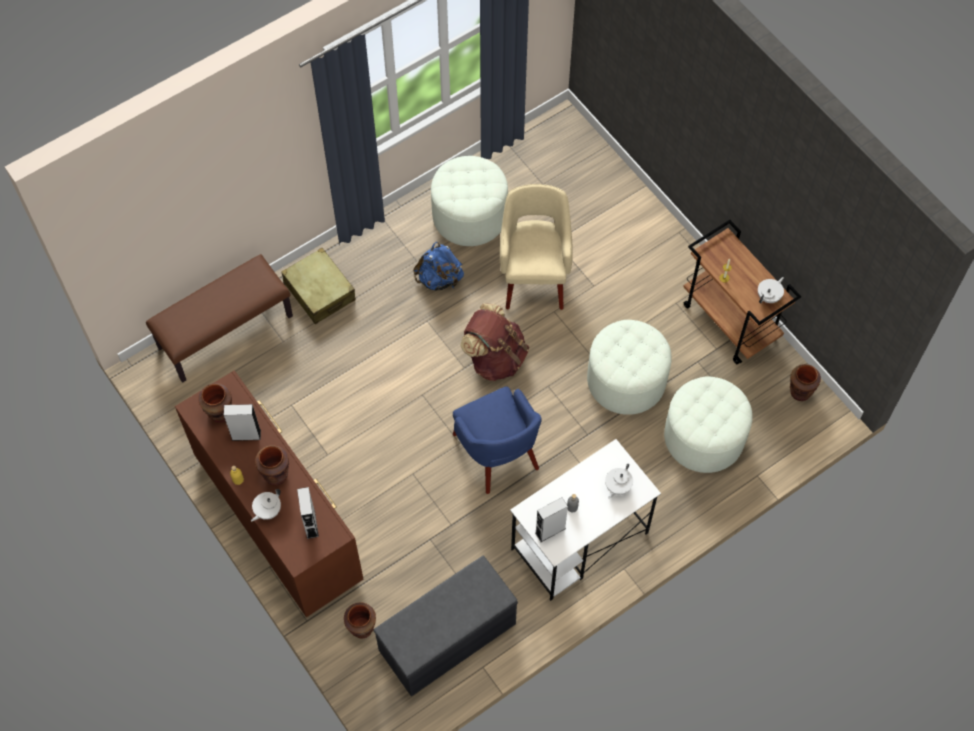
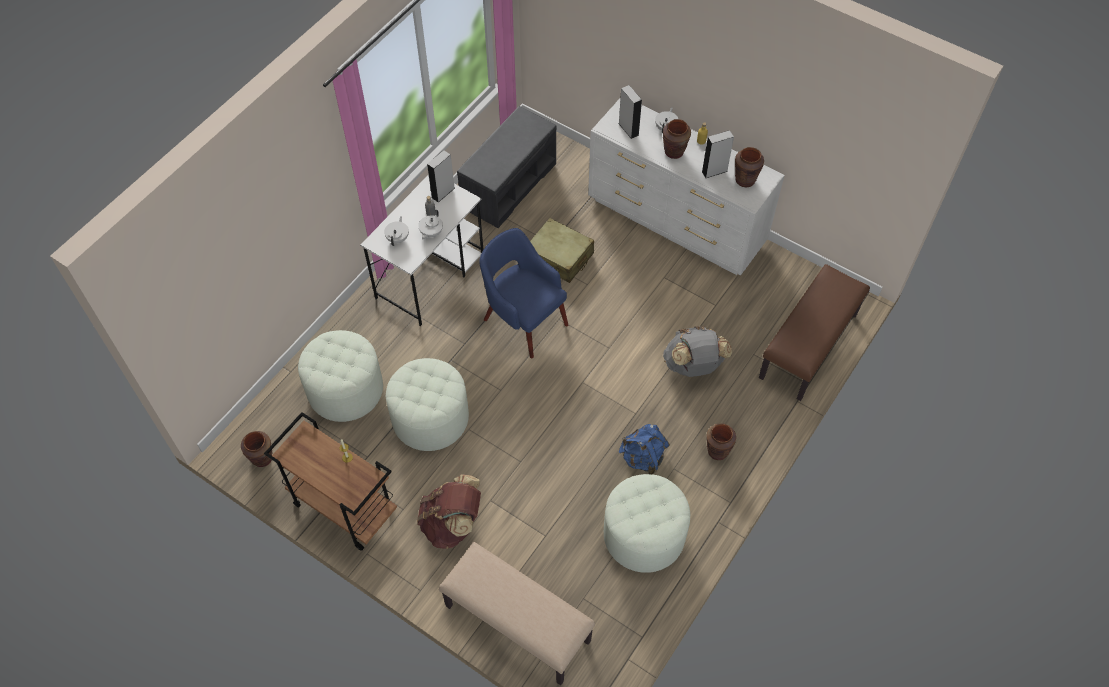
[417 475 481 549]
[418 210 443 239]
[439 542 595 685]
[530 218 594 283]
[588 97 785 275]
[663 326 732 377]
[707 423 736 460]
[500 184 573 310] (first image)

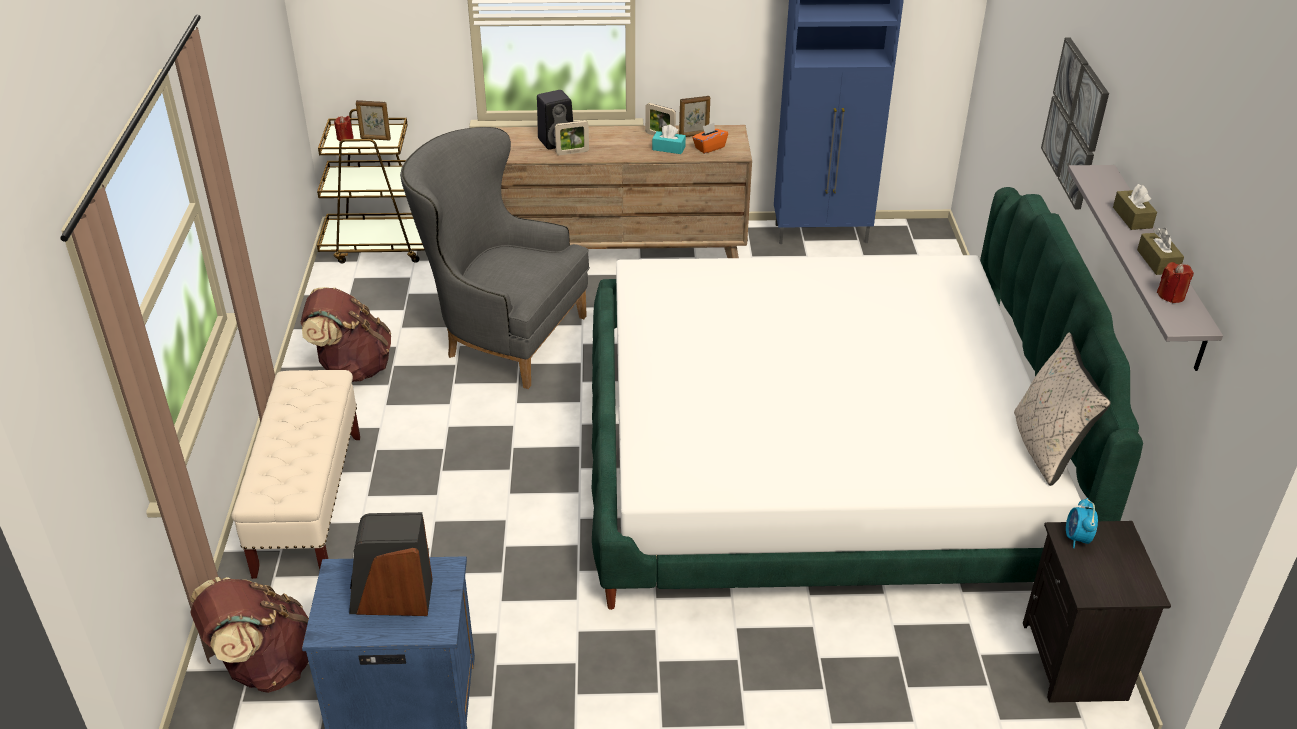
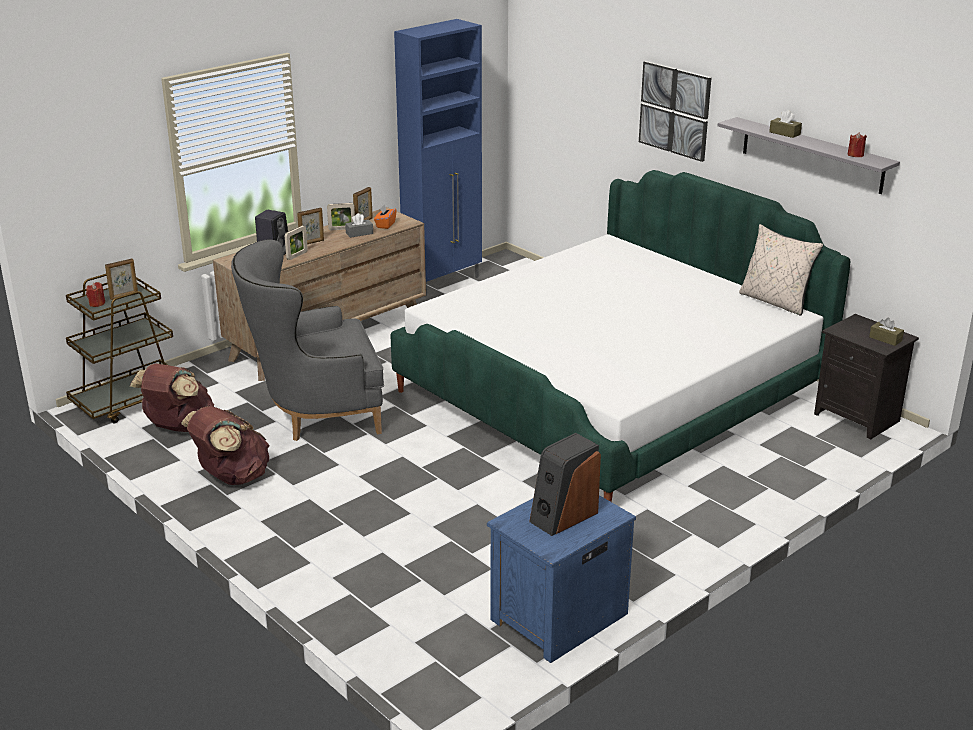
[130 363 214 432]
[297 208 324 244]
[345 213 373 238]
[869 318 904 346]
[231 370 360 579] (first image)
[1066 498 1098 548] (first image)

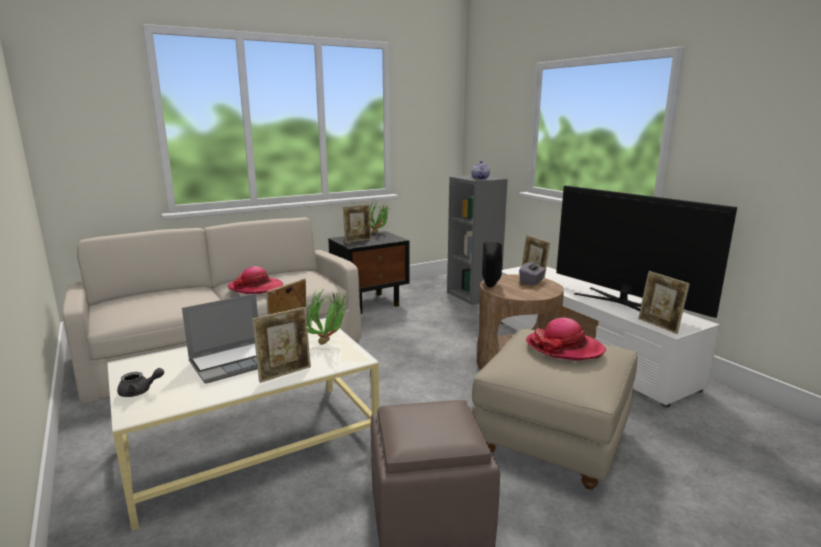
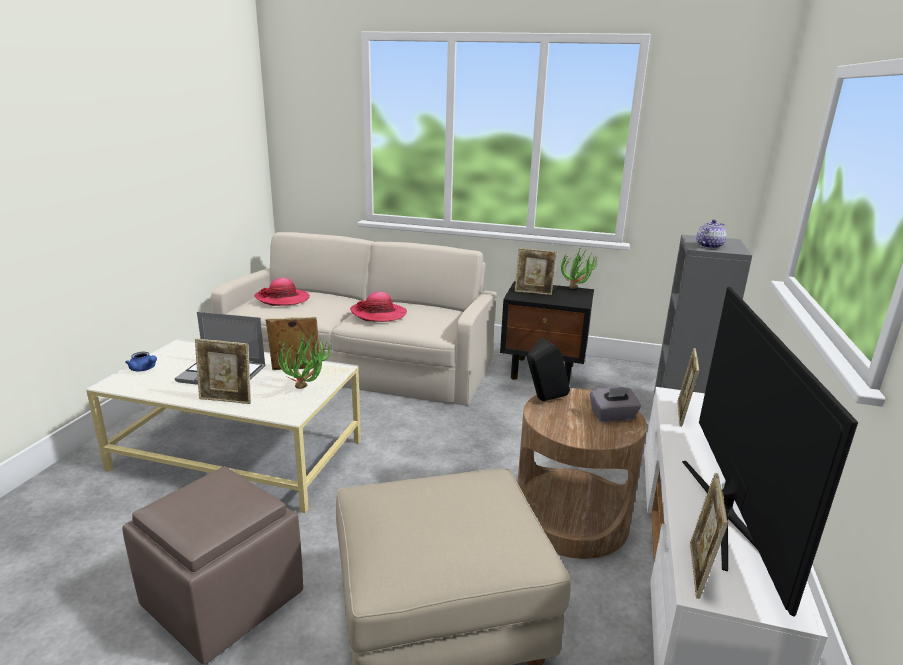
[125 352 157 371]
[254 278 310 306]

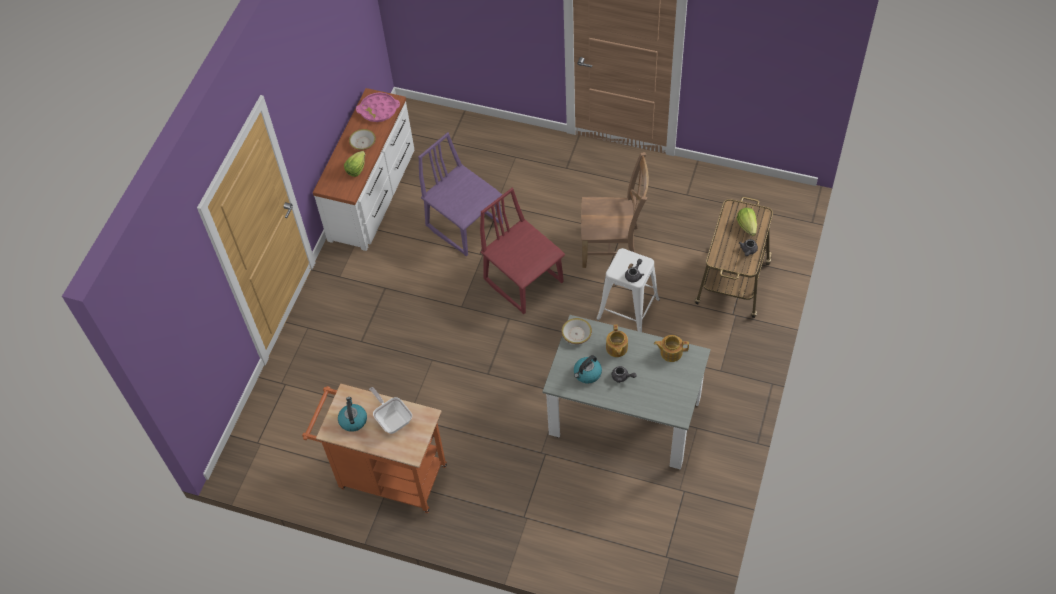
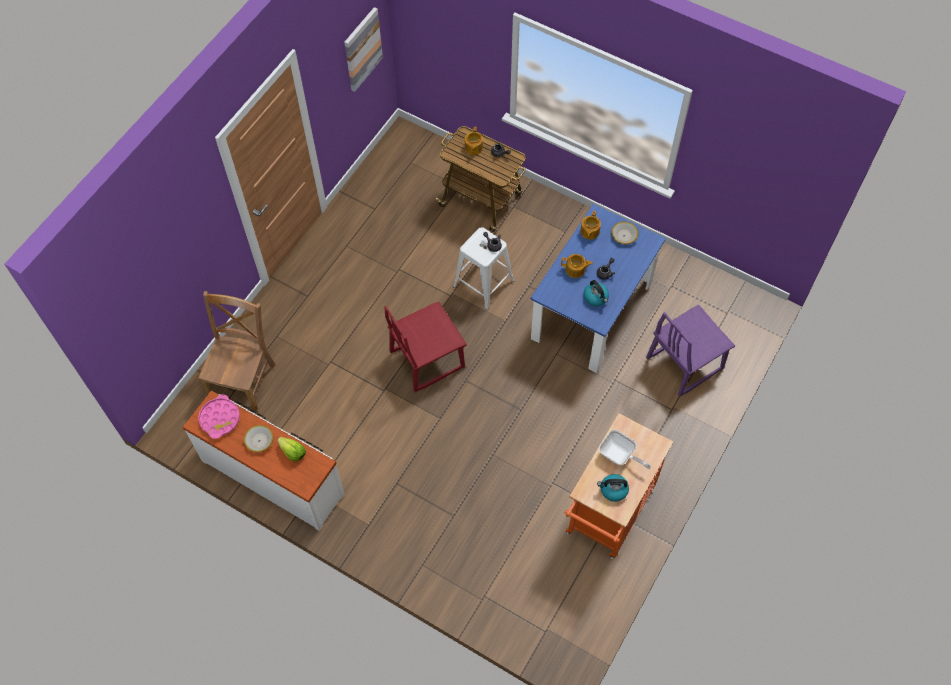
[198 291 276 411]
[344 7 383 92]
[465 127 483 155]
[530 204 666 373]
[599 430 651 469]
[611 221 638 244]
[646 305 735 397]

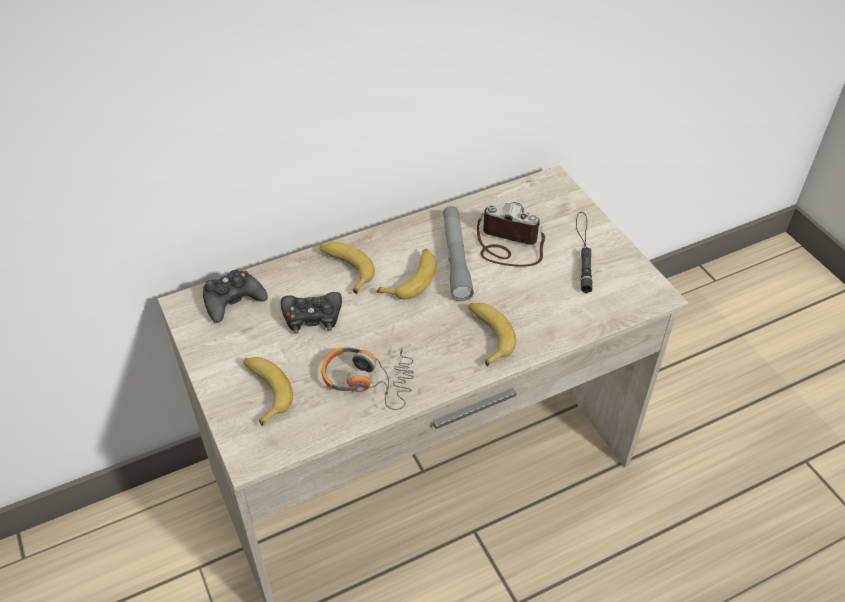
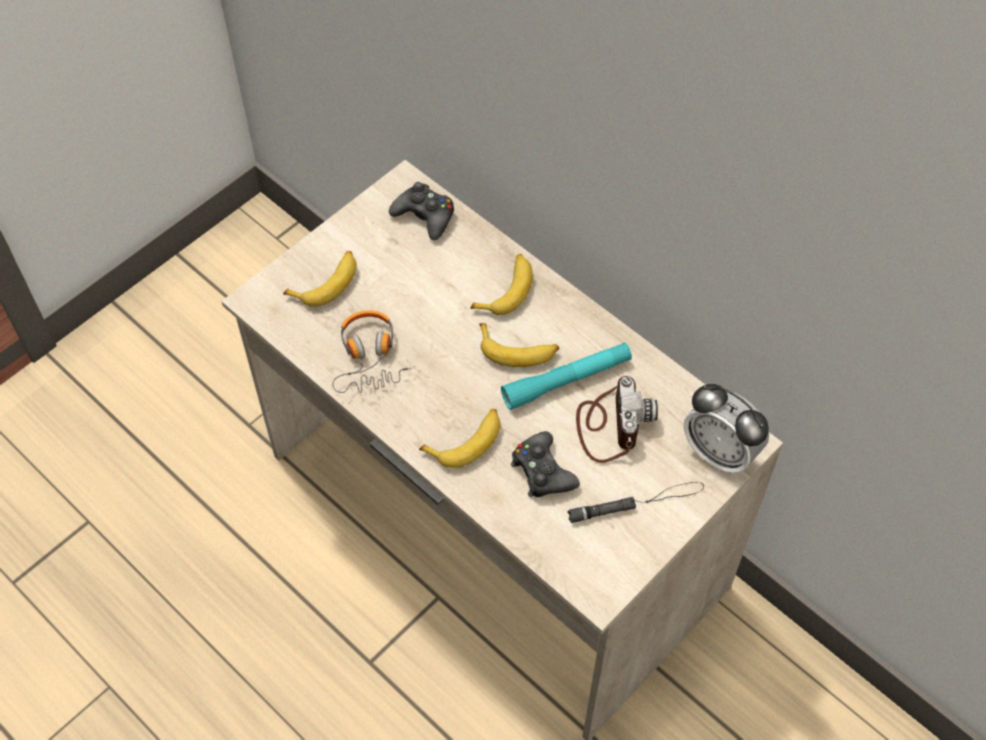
[501 342 632 410]
[511 431 580 497]
[684 384 769 475]

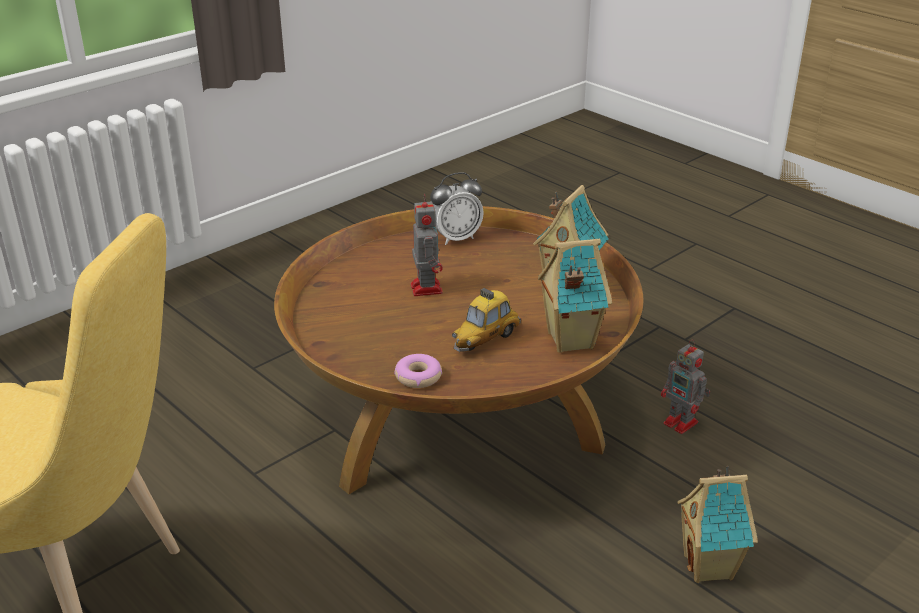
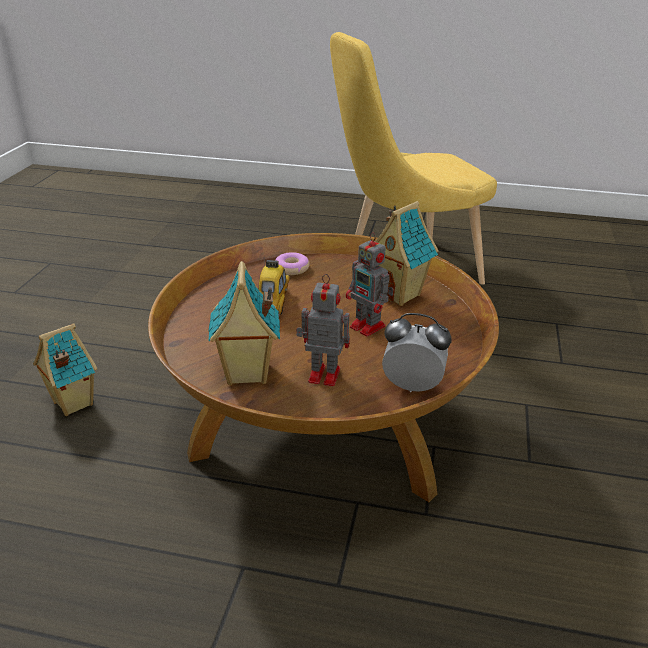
[296 274 350 386]
[375 201 439 306]
[382 313 451 392]

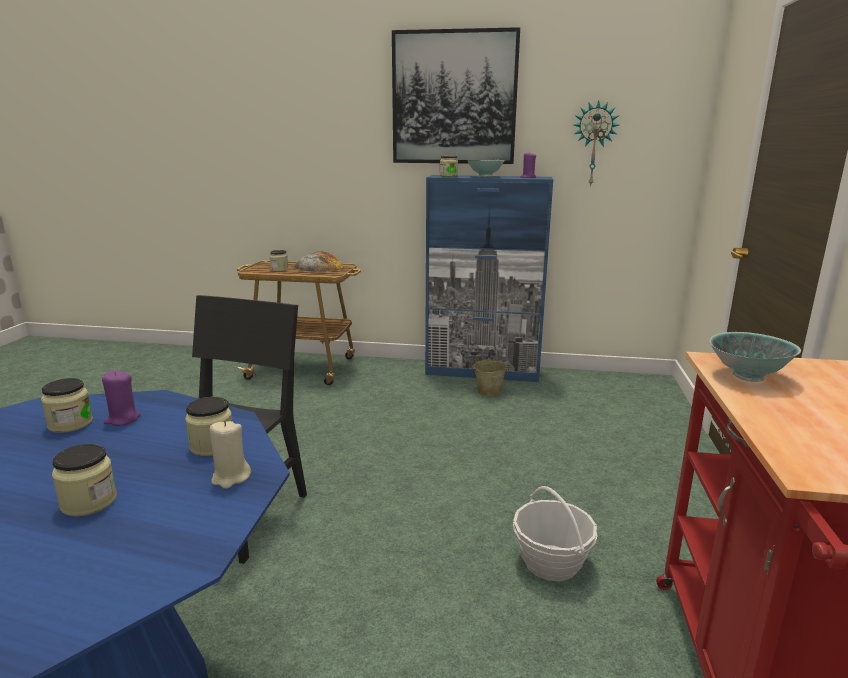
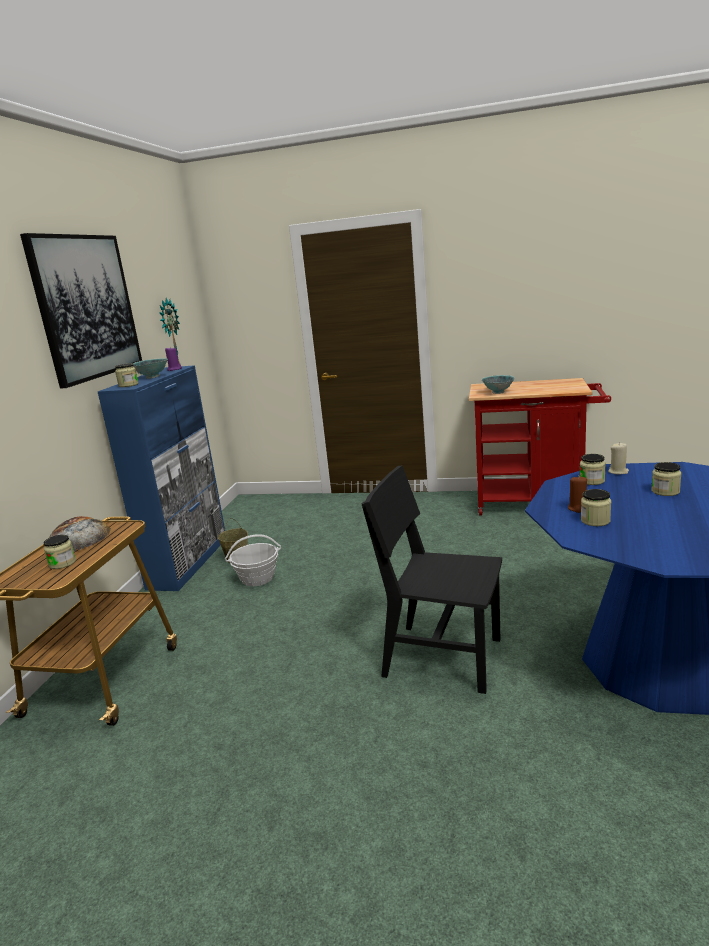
[225 534 281 586]
[568 476 587 513]

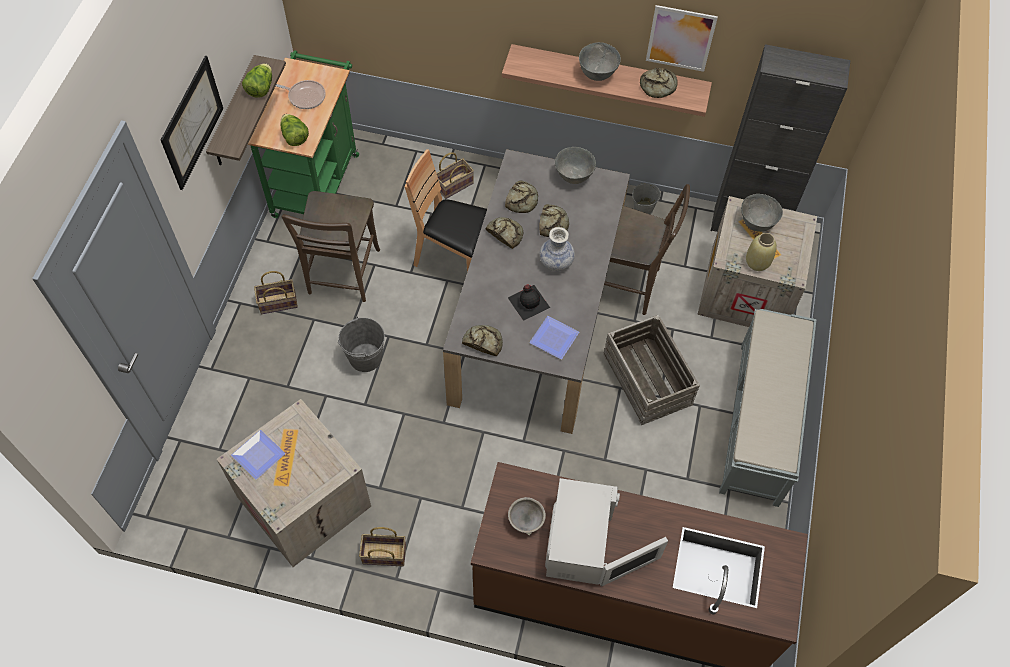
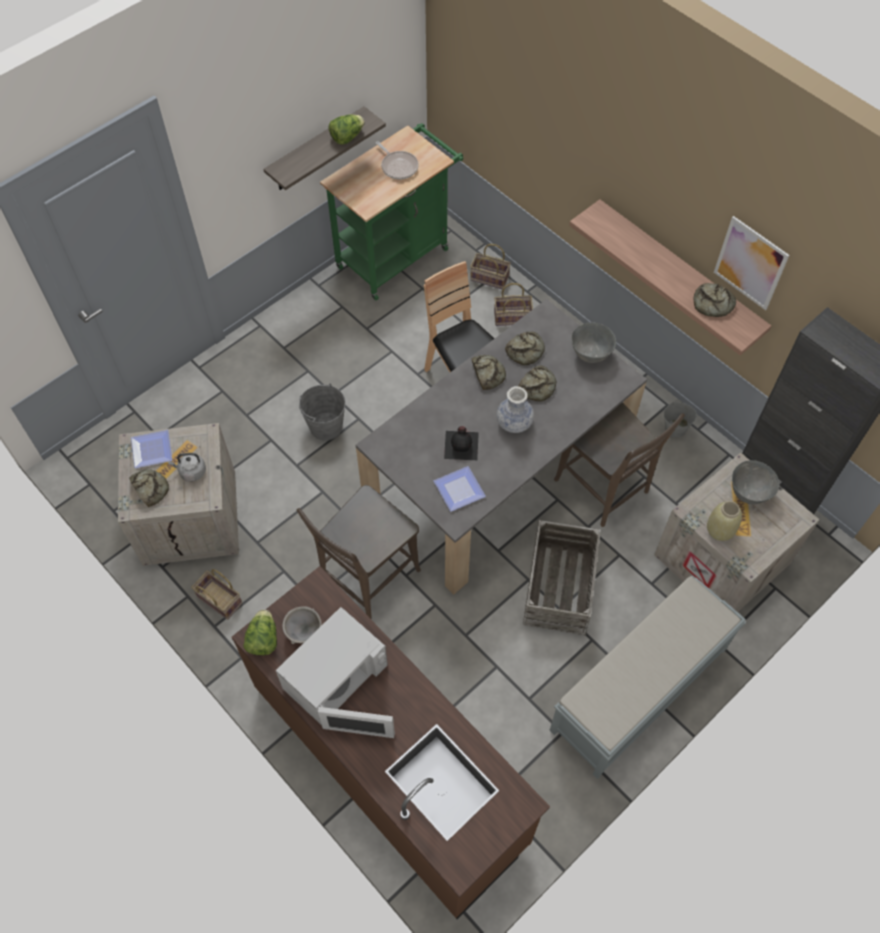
[129 469 169 507]
[168 453 206 481]
[243 610 277 656]
[297 485 421 619]
[470 244 511 289]
[161 56 223 190] (first image)
[579 42 621 81] (first image)

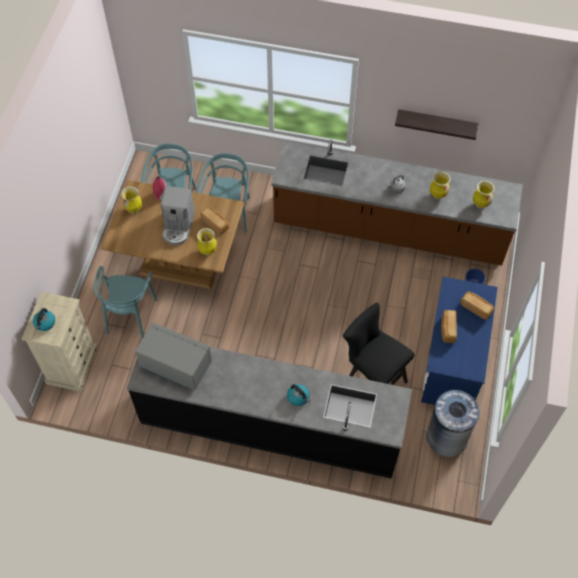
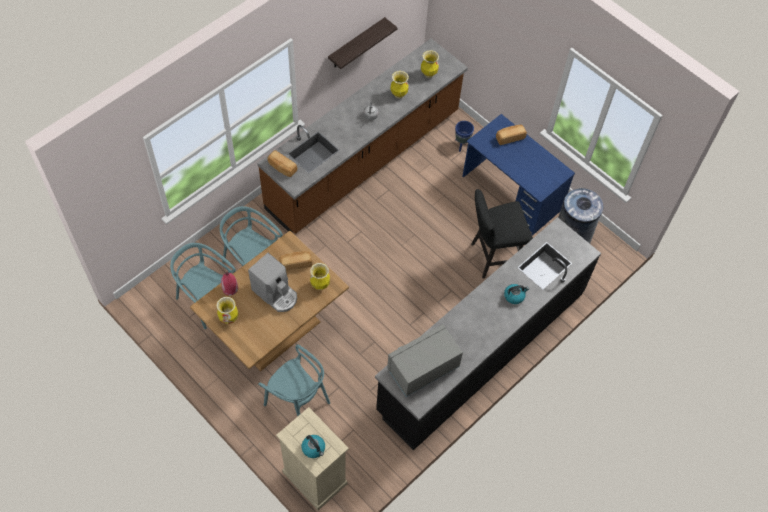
[267 150 297 177]

